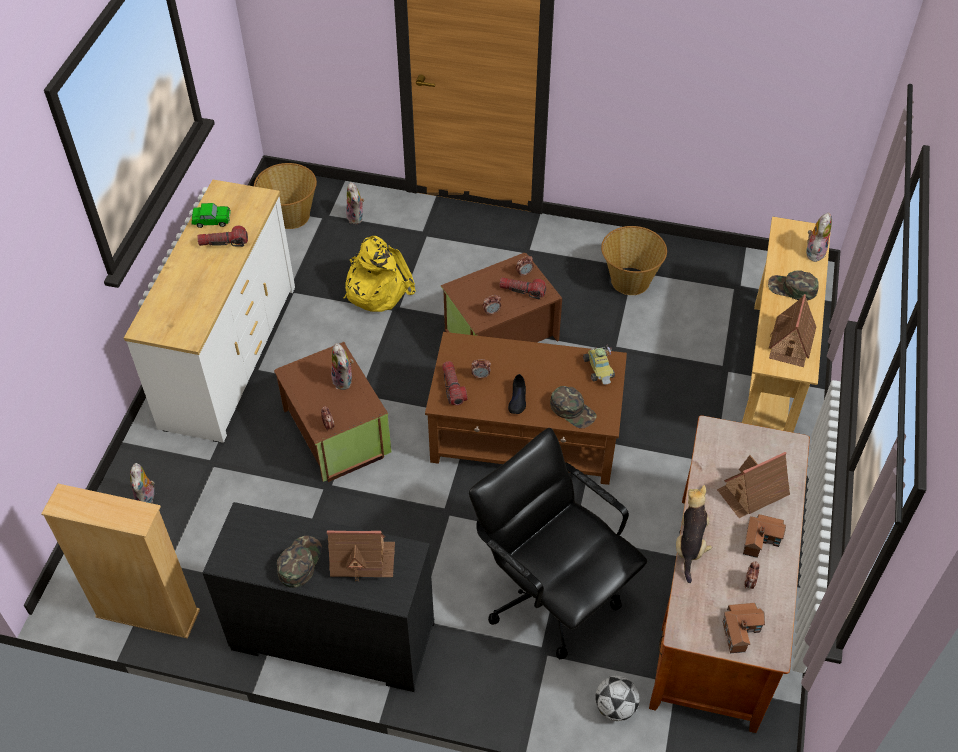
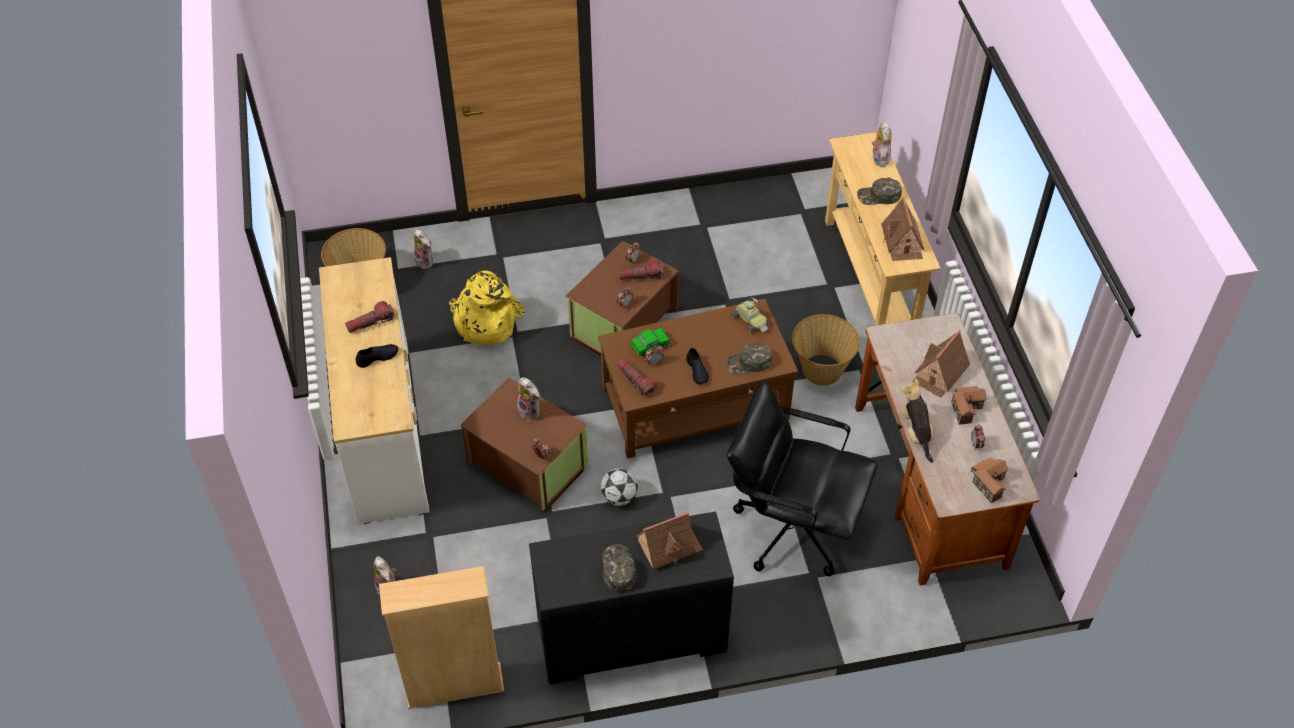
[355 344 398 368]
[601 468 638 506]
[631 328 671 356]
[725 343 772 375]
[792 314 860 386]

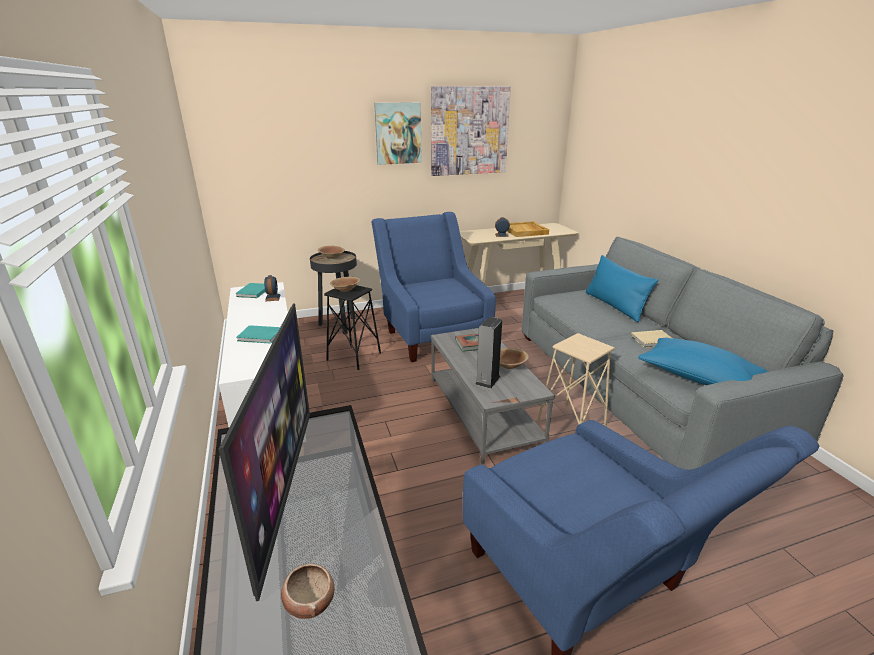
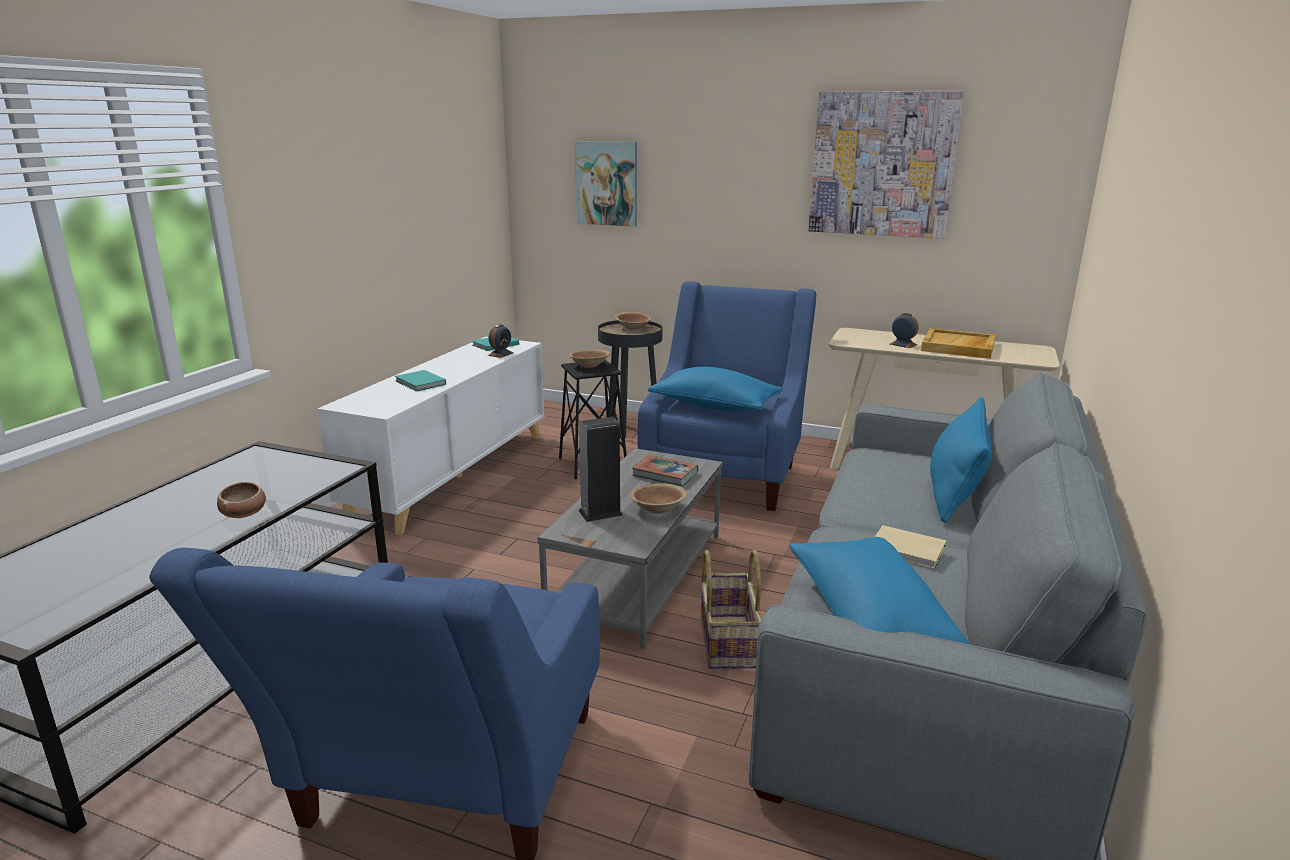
[217 482 266 518]
[575 141 637 227]
[648 367 783 411]
[701 550 761 669]
[219 303 310 601] (first image)

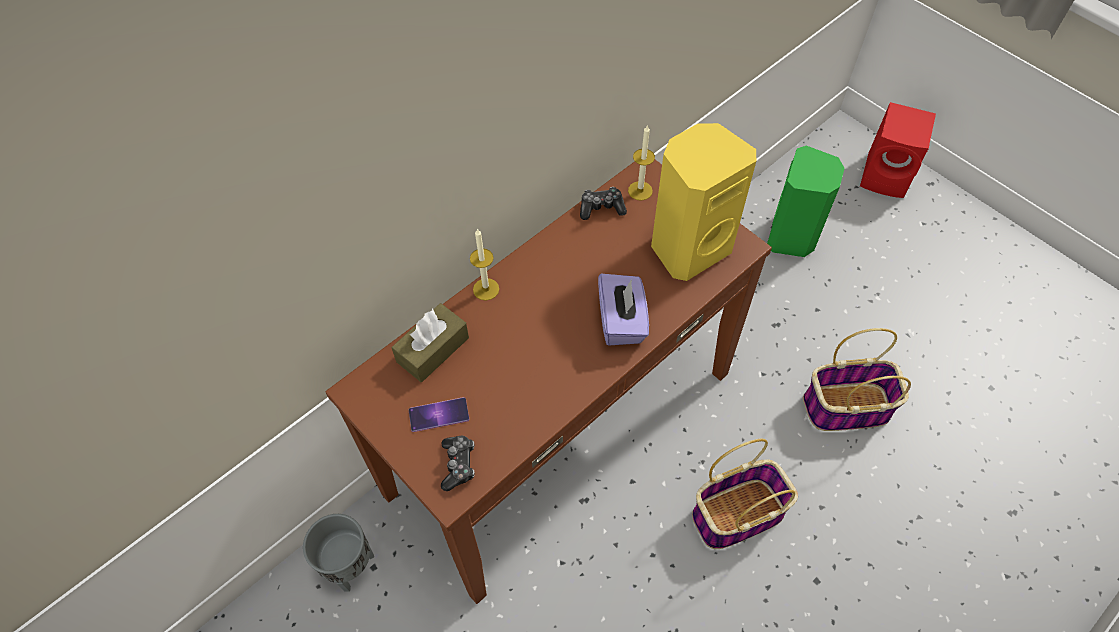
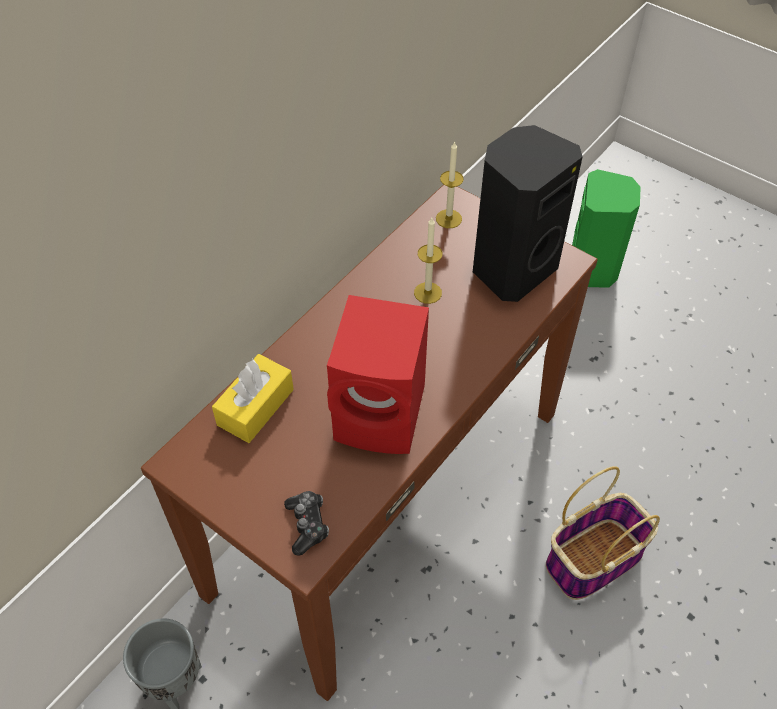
[212 354 294 443]
[327 295 429 454]
[414 218 442 304]
[473 125 583 302]
[409 397 469 432] (first image)
[580 187 627 220] (first image)
[598 274 649 346] (first image)
[803 328 911 431] (first image)

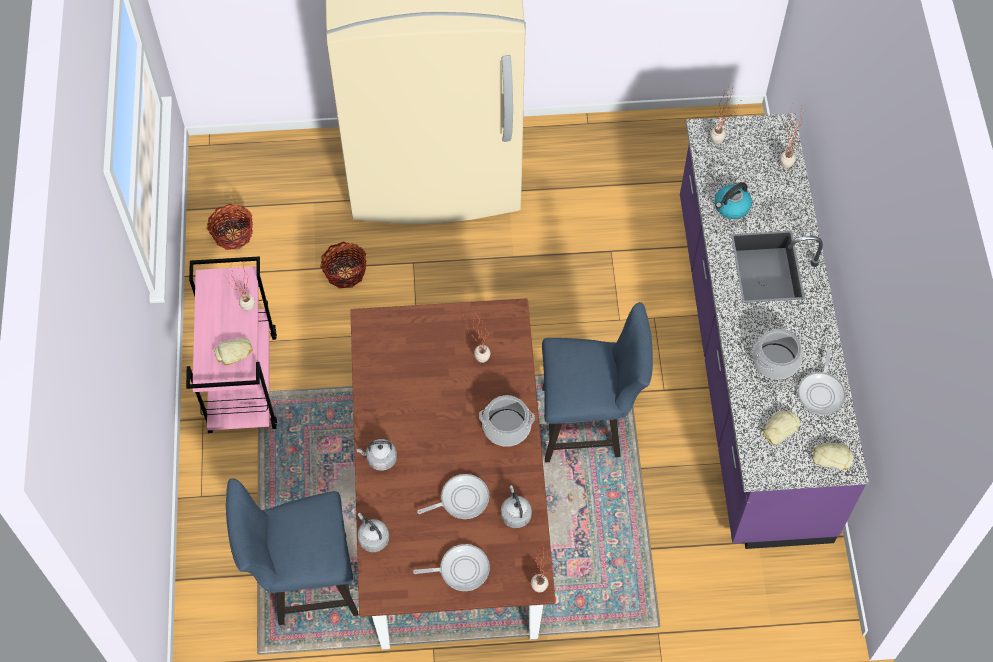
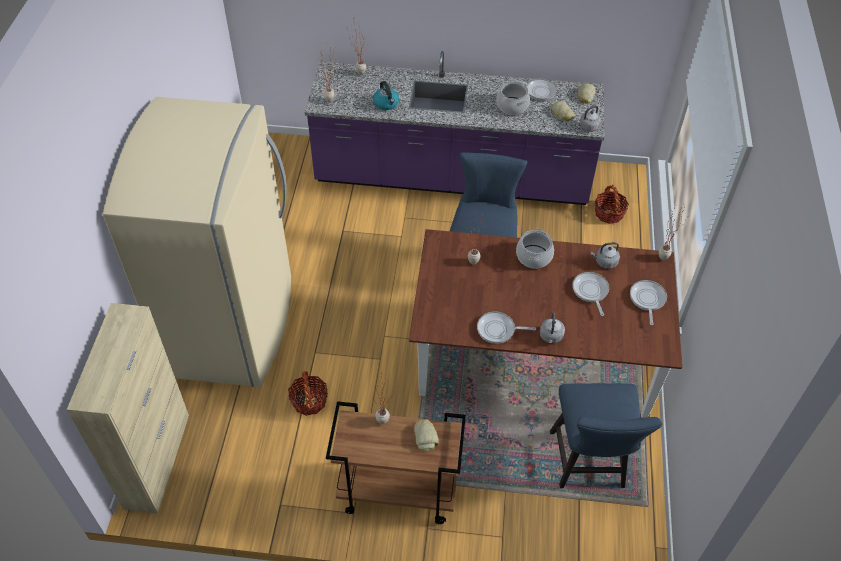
[67 303 189 513]
[326 401 466 524]
[477 312 536 344]
[576 105 601 132]
[595 185 629 224]

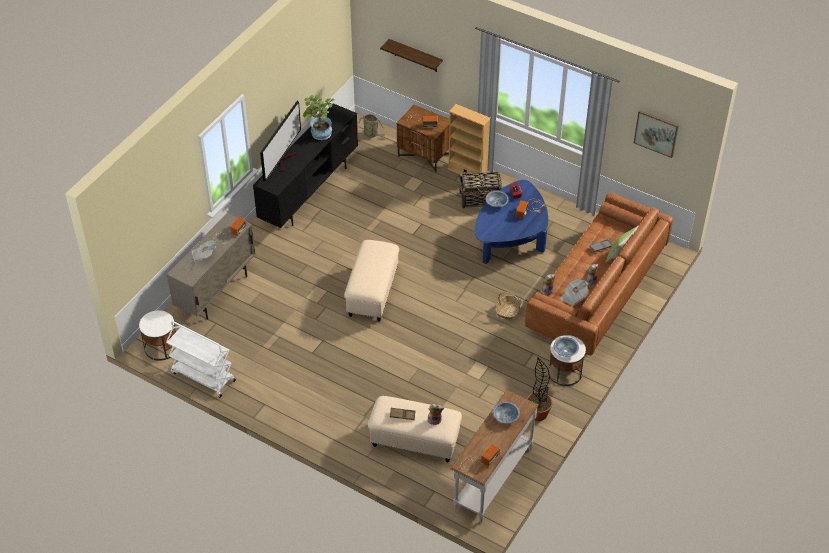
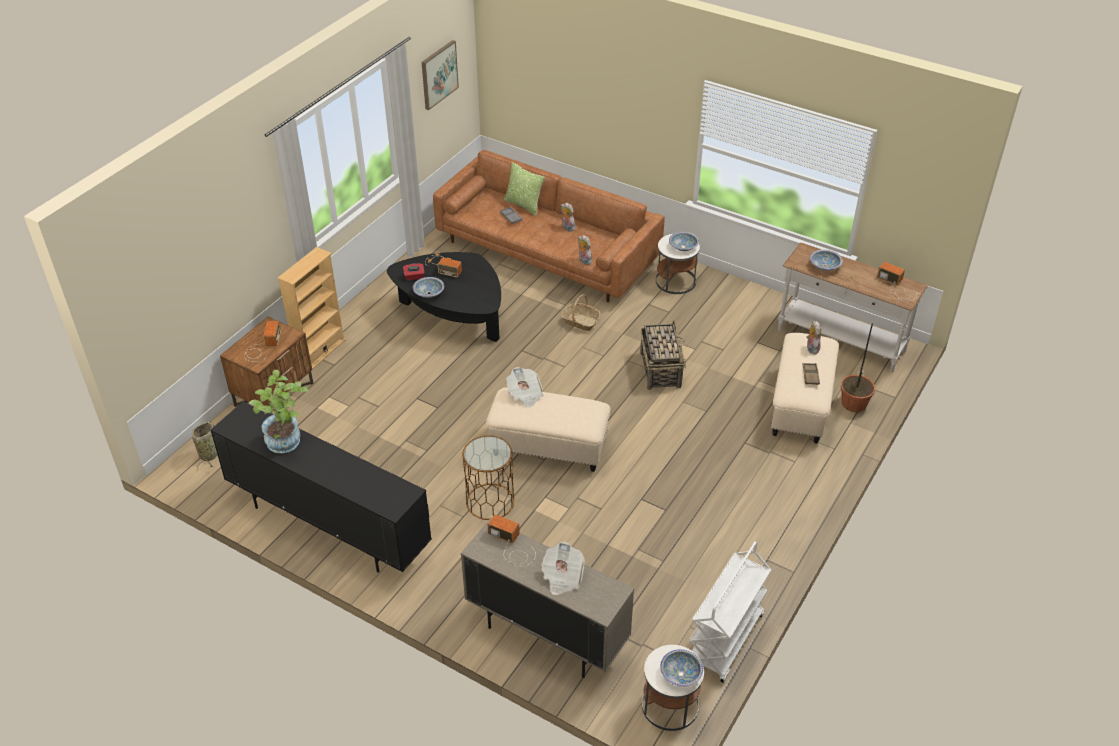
[387 252 501 342]
[462 435 514 520]
[506 367 544 408]
[640 321 686 390]
[660 649 703 687]
[841 324 875 412]
[260 100 301 181] (first image)
[380 39 443 72] (first image)

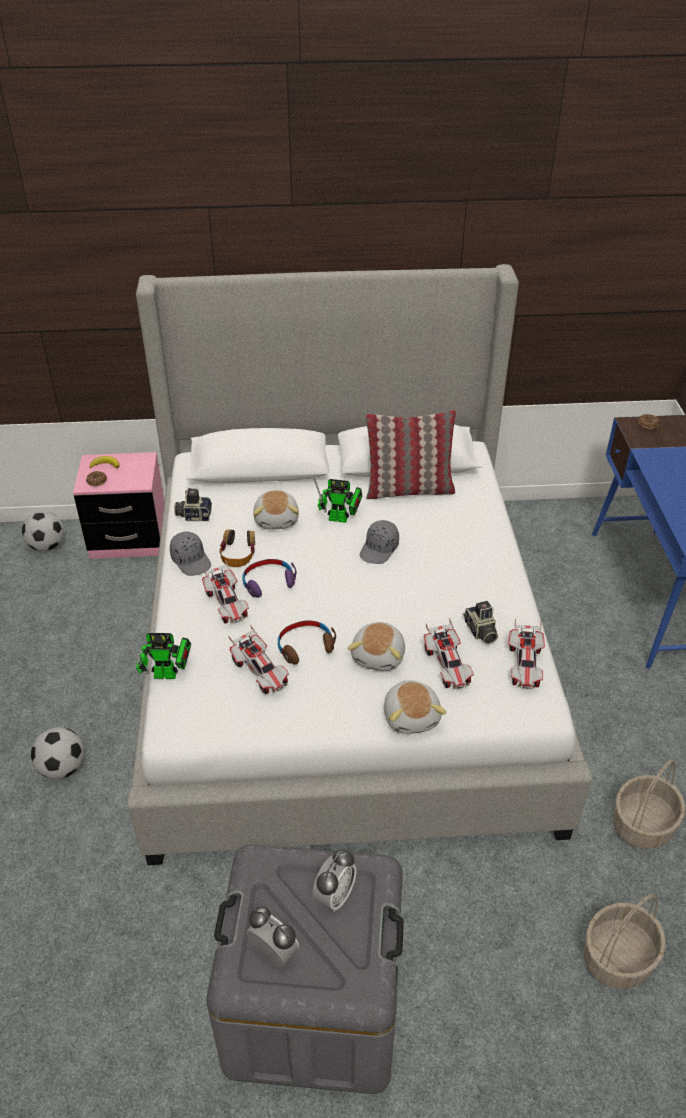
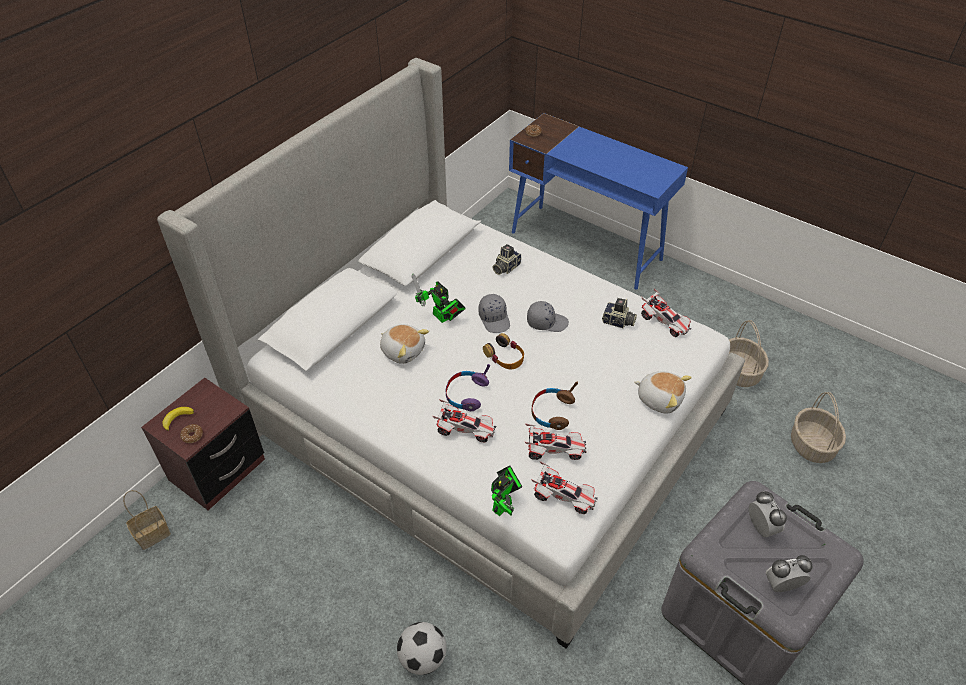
[123 490 171 550]
[141 378 265 510]
[412 273 466 323]
[483 333 524 370]
[493 244 521 275]
[527 301 569 332]
[531 461 598 514]
[348 622 405 671] (first image)
[366 410 456 499] (first image)

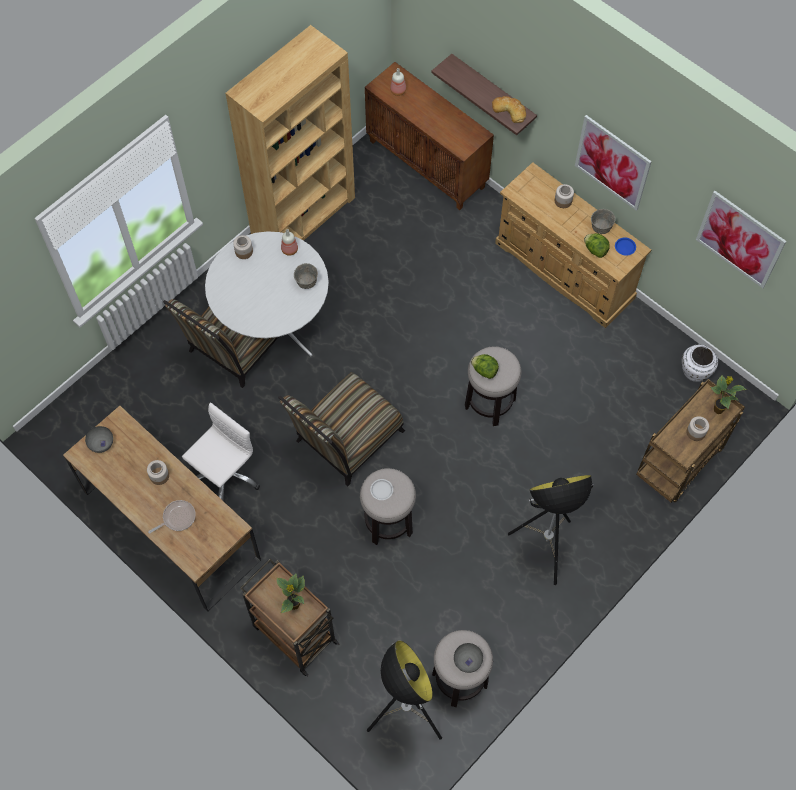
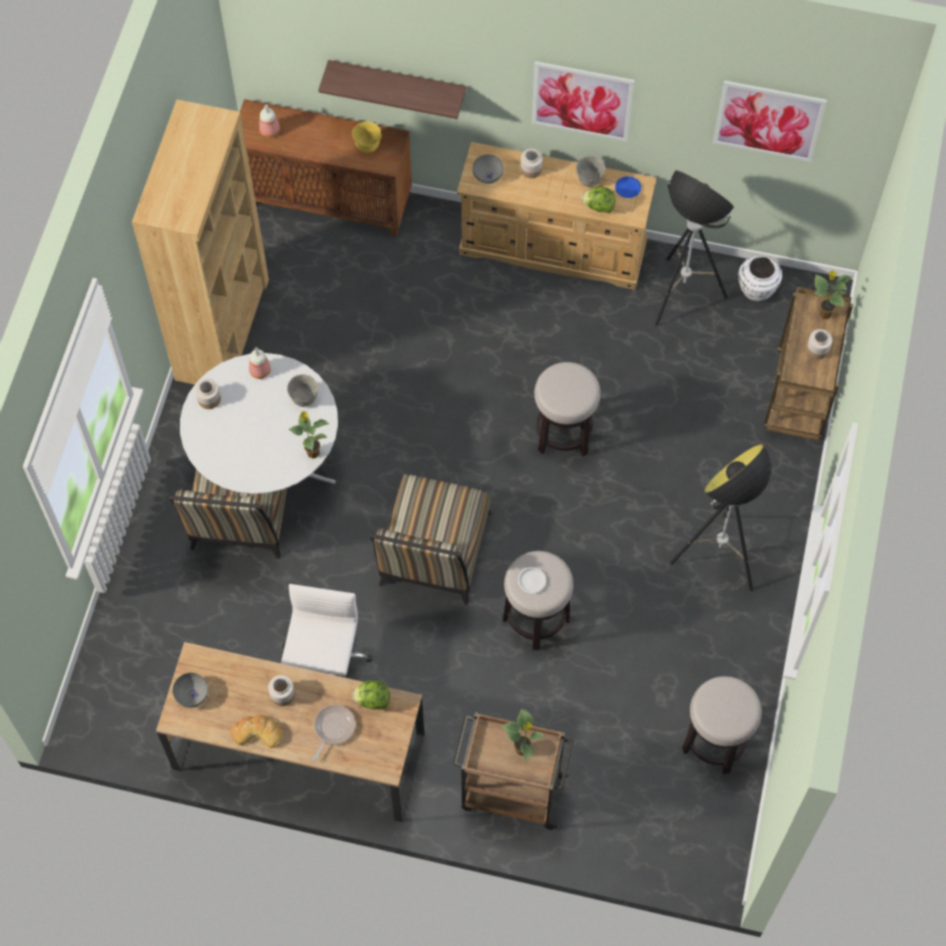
[230 715 283 748]
[288 411 330 459]
[352 121 382 153]
[352 680 390 710]
[473 155 504 184]
[655 170 734 326]

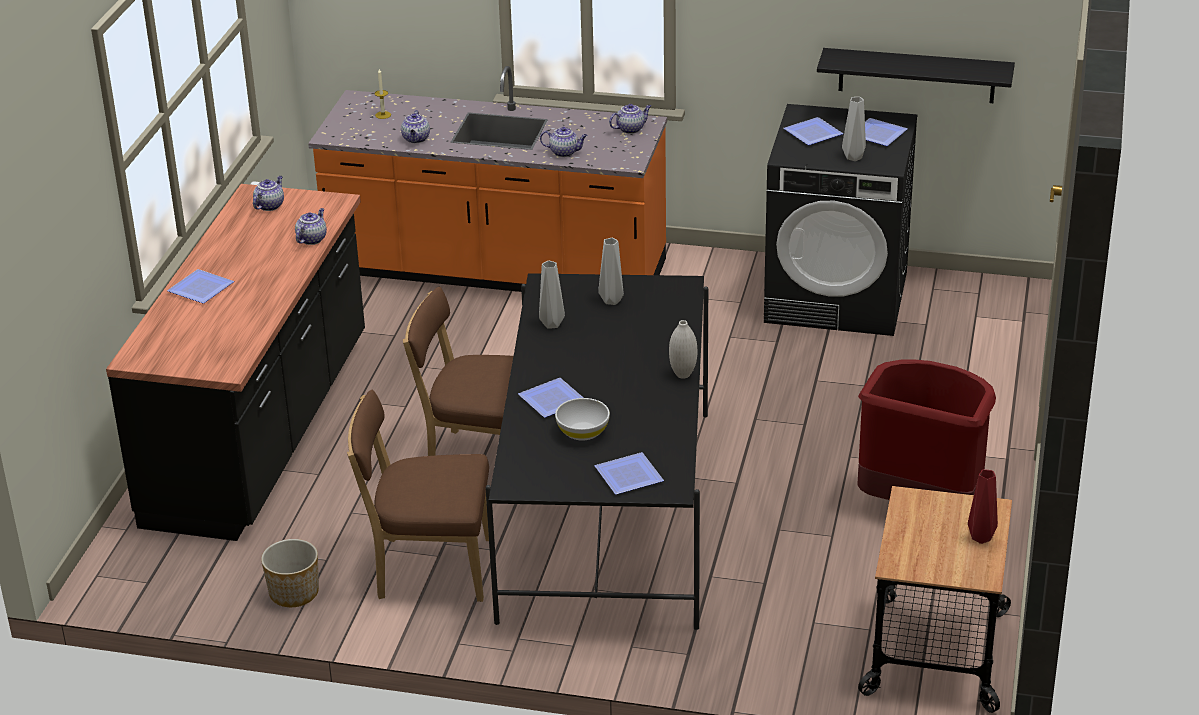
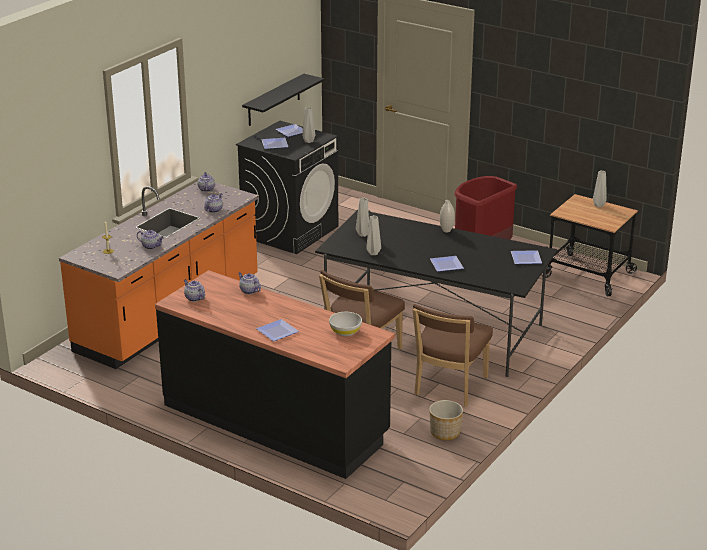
[329 312 362 336]
[593 171 607 207]

